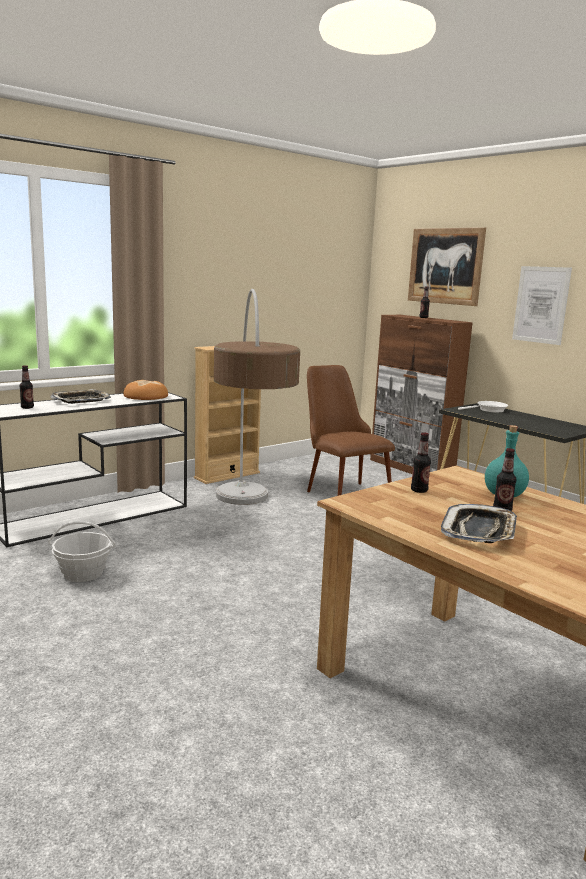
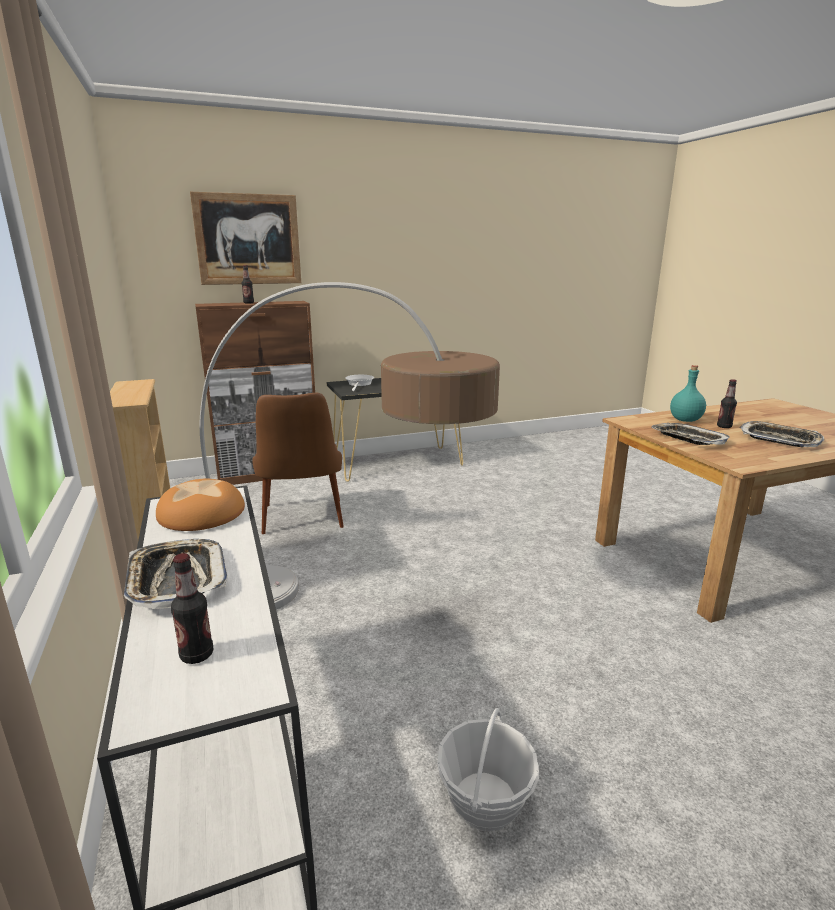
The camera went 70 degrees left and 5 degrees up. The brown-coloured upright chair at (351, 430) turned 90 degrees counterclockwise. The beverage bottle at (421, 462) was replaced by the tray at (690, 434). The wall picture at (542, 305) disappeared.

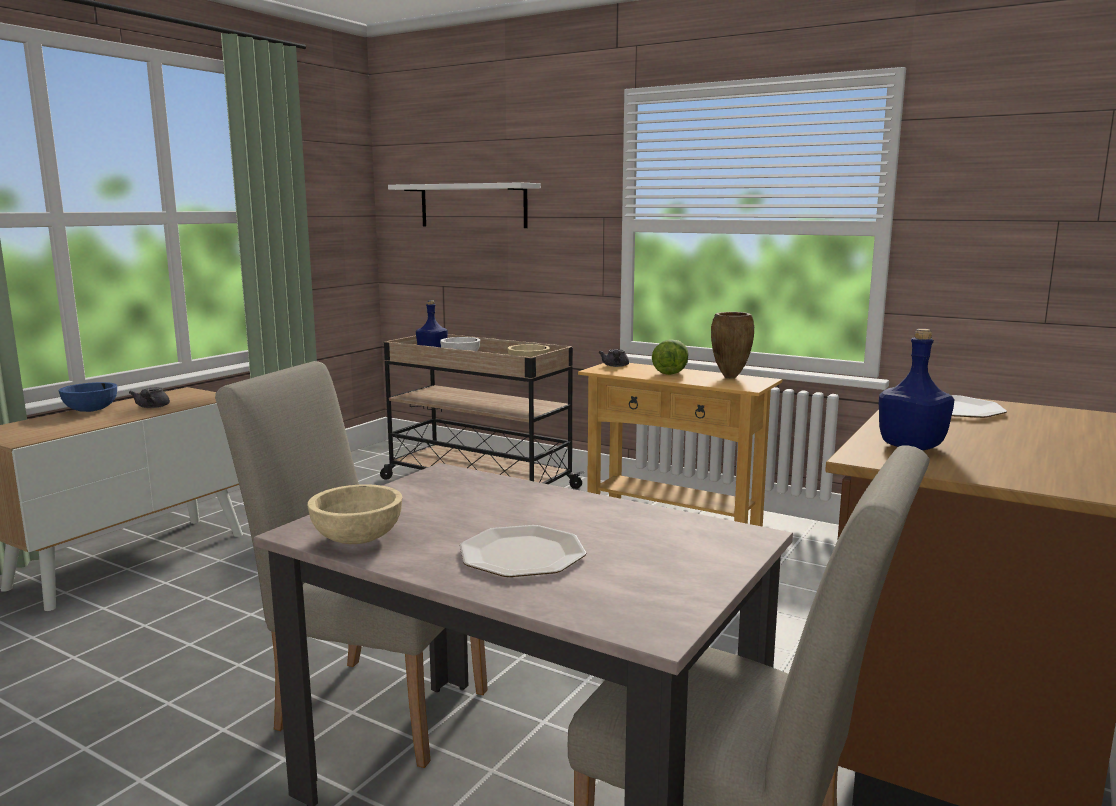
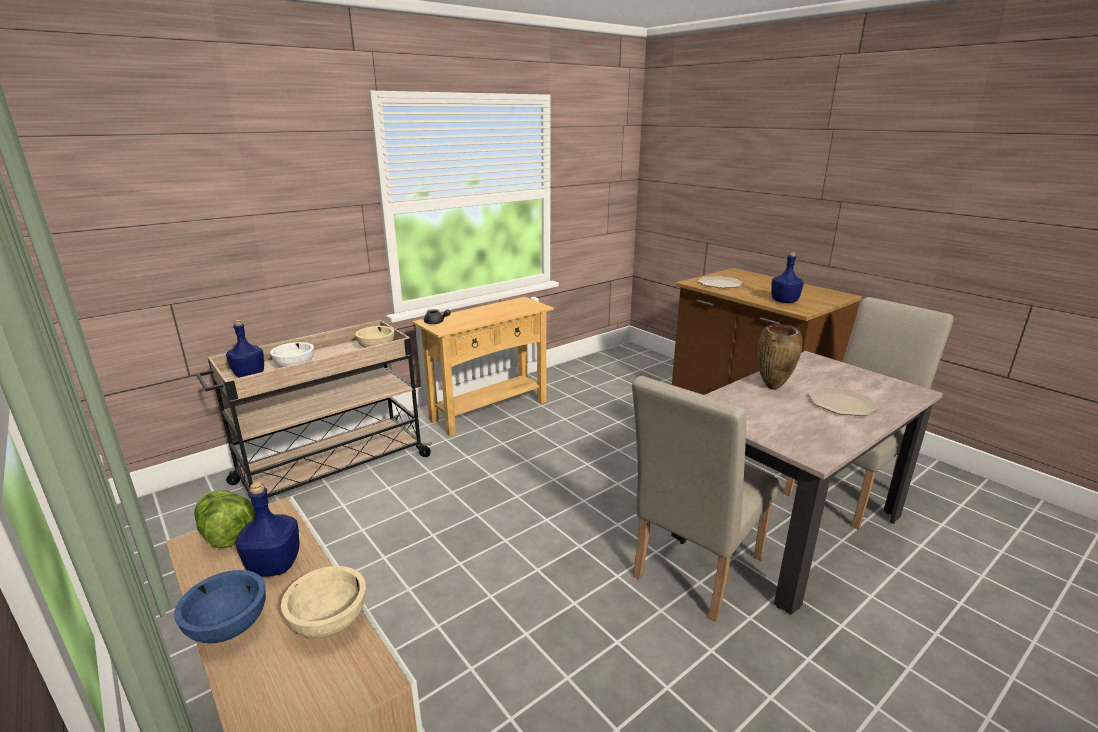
The camera went 70 degrees left and 10 degrees up. The head of lettuce moved from (670, 357) to (224, 519). The greyish teapot at (149, 397) was replaced by the bluish beverage bottle at (267, 529). The sand-coloured deep dish moved from (354, 514) to (323, 602). The brown-coloured flower vase moved from (732, 345) to (779, 357). The white wall shelf at (464, 205) disappeared.

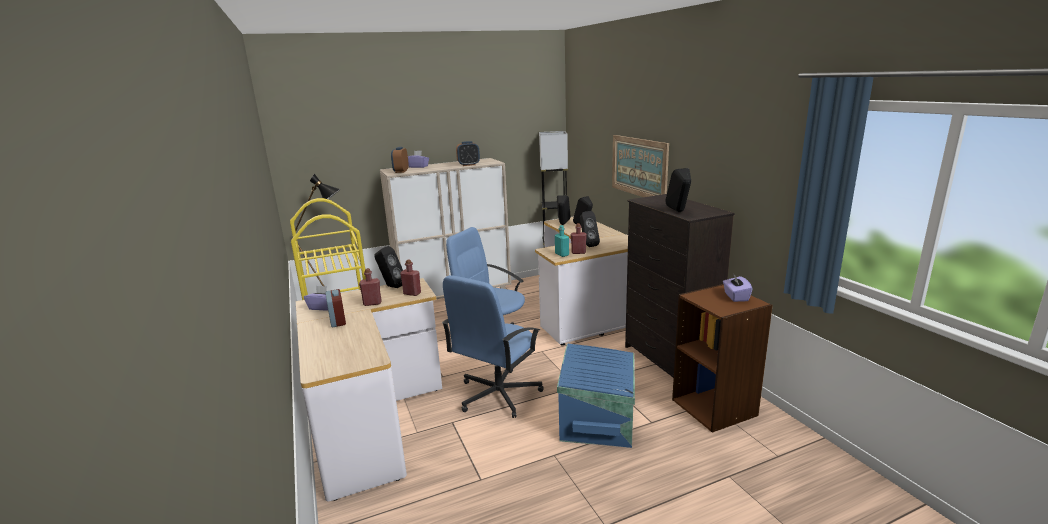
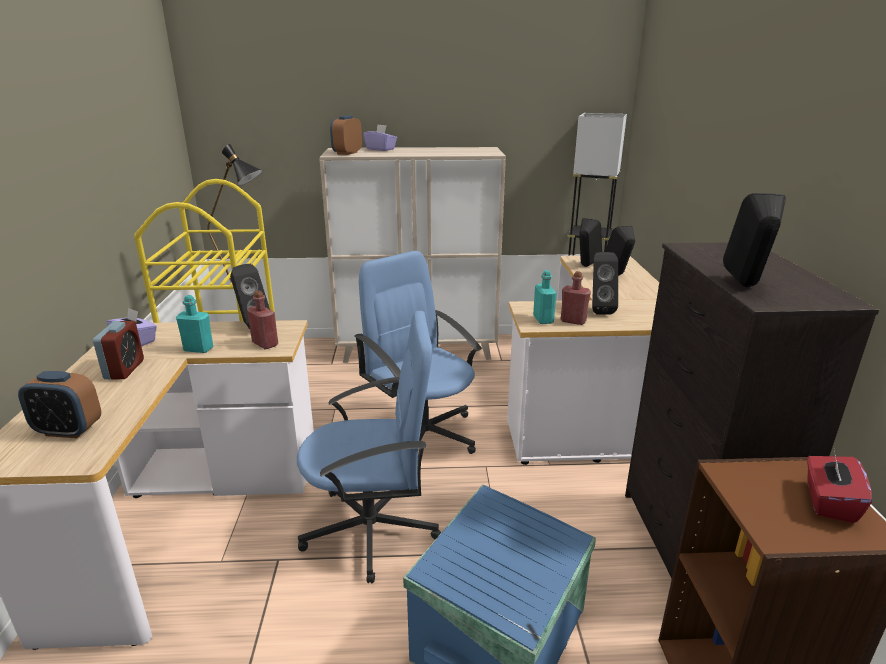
The camera went 20 degrees right and 5 degrees up. The alarm clock moved from (468, 153) to (59, 404). The red-coloured beverage bottle at (370, 287) became the turquoise-coloured beverage bottle at (194, 324). The bluish computer chair at (493, 346) turned 150 degrees counterclockwise. The purple-coloured tissue holder at (738, 287) became the red-coloured tissue holder at (839, 486). The wall picture at (640, 166) disappeared.

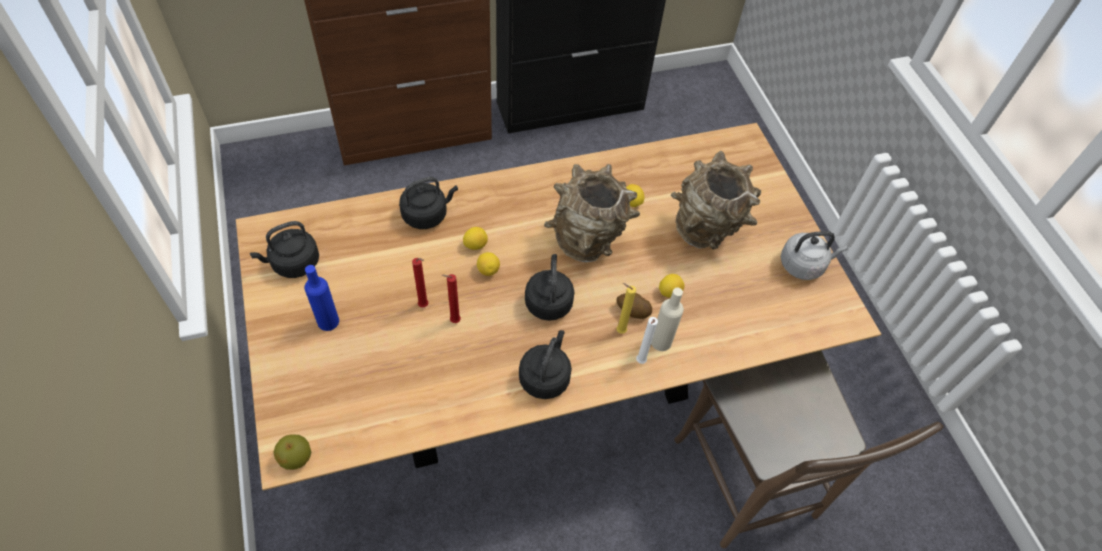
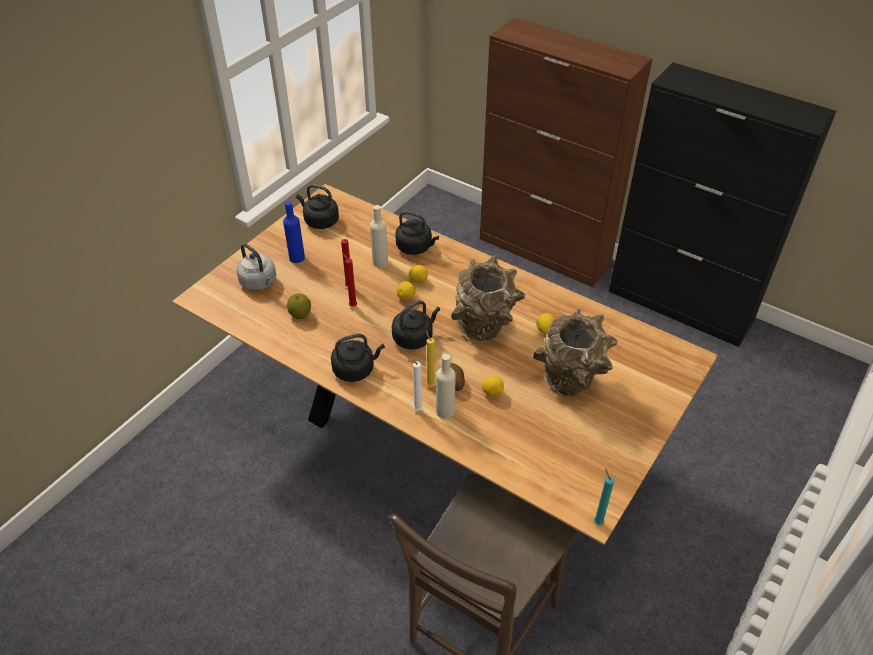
The camera went 55 degrees right and 10 degrees down. The greyish kettle moved from (814, 255) to (256, 267). The apple fruit moved from (292, 452) to (299, 306). The sand-coloured beverage bottle at (379, 236) appeared. The turquoise-coloured wax light at (604, 496) appeared.

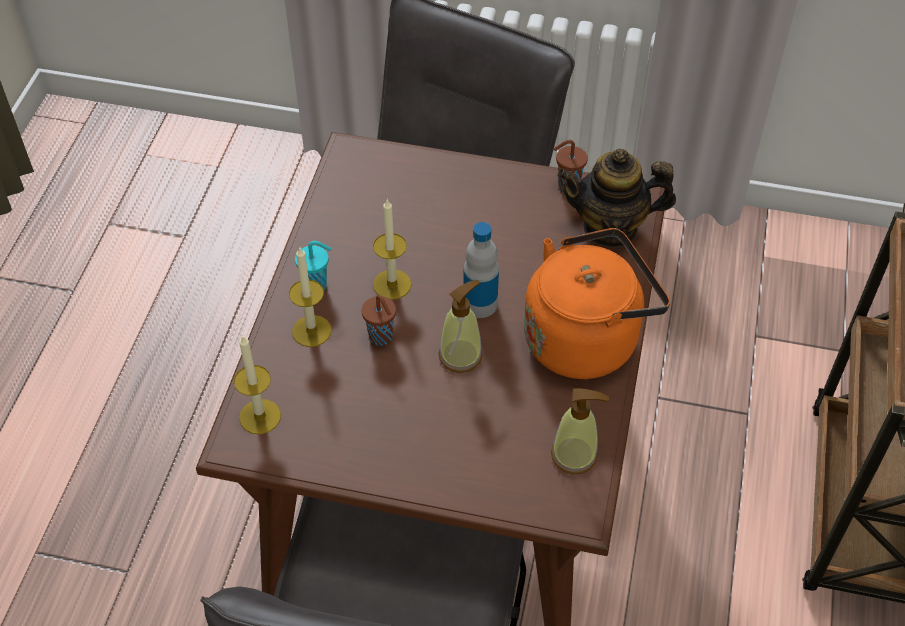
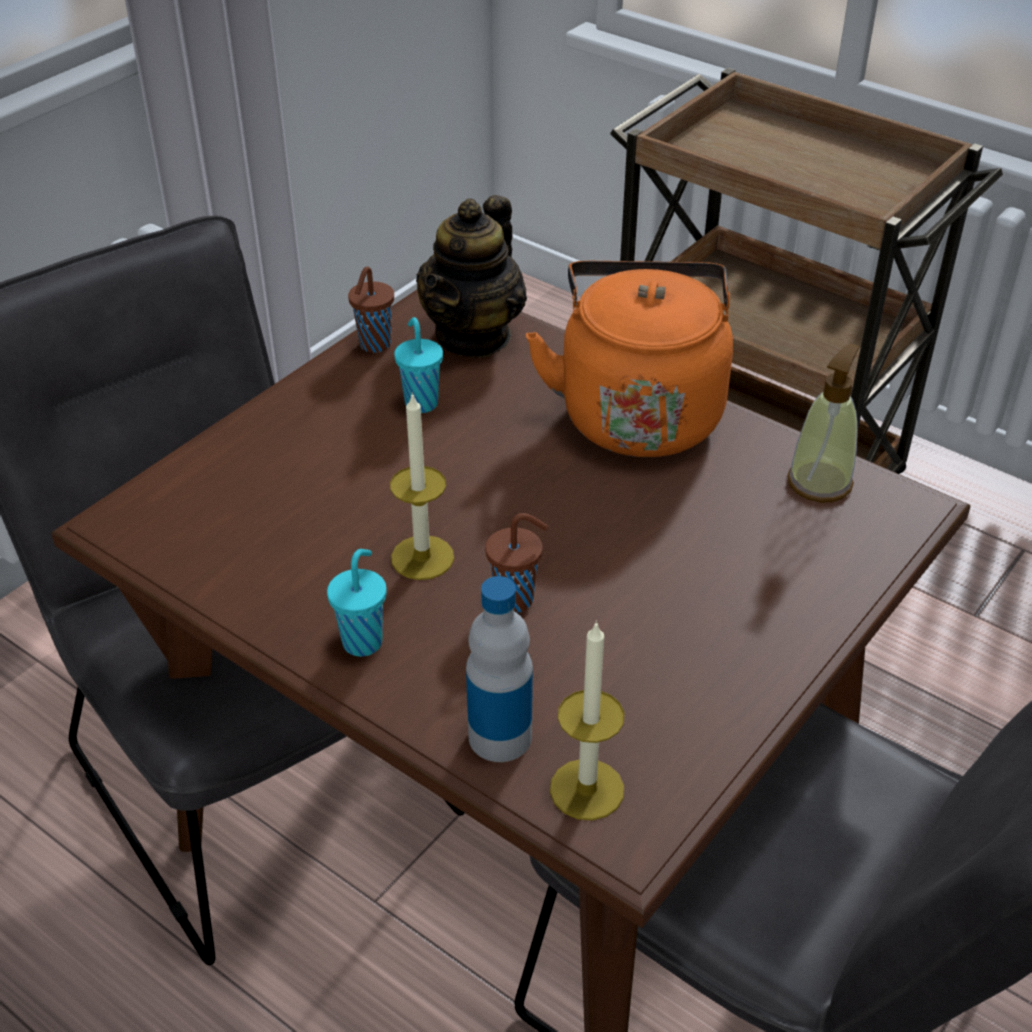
The camera went 65 degrees left and 10 degrees down. The turquoise-coloured cup at (418, 365) appeared. The beverage bottle moved from (481, 270) to (499, 669). The wax light at (310, 296) disappeared. The soap bottle at (460, 326) disappeared.

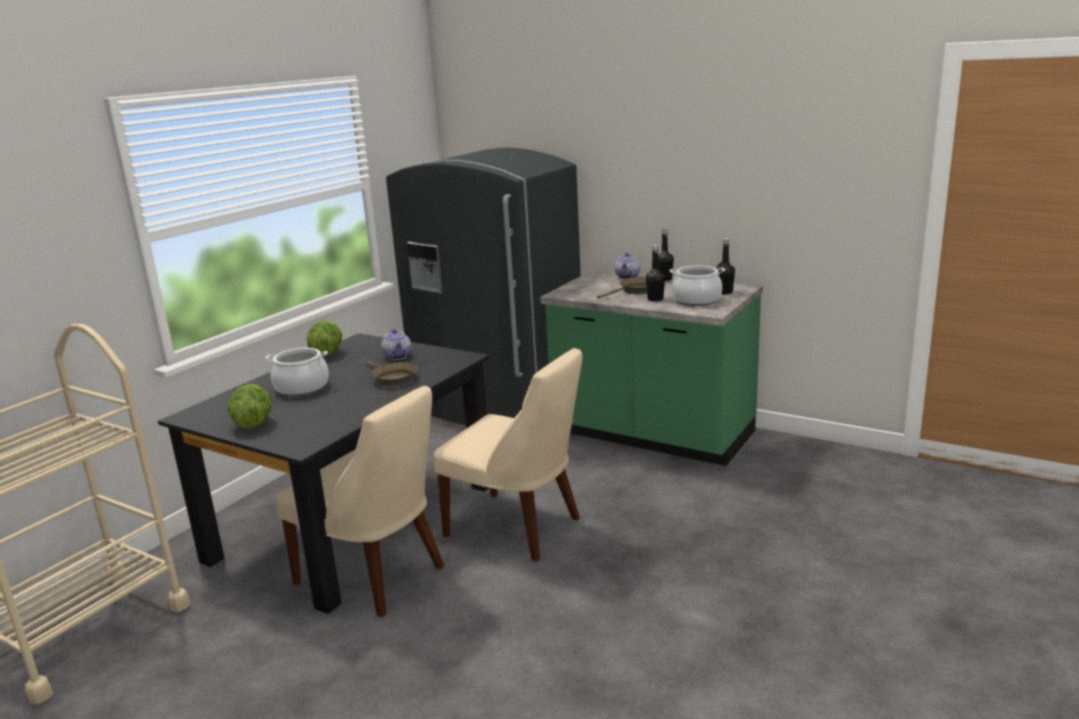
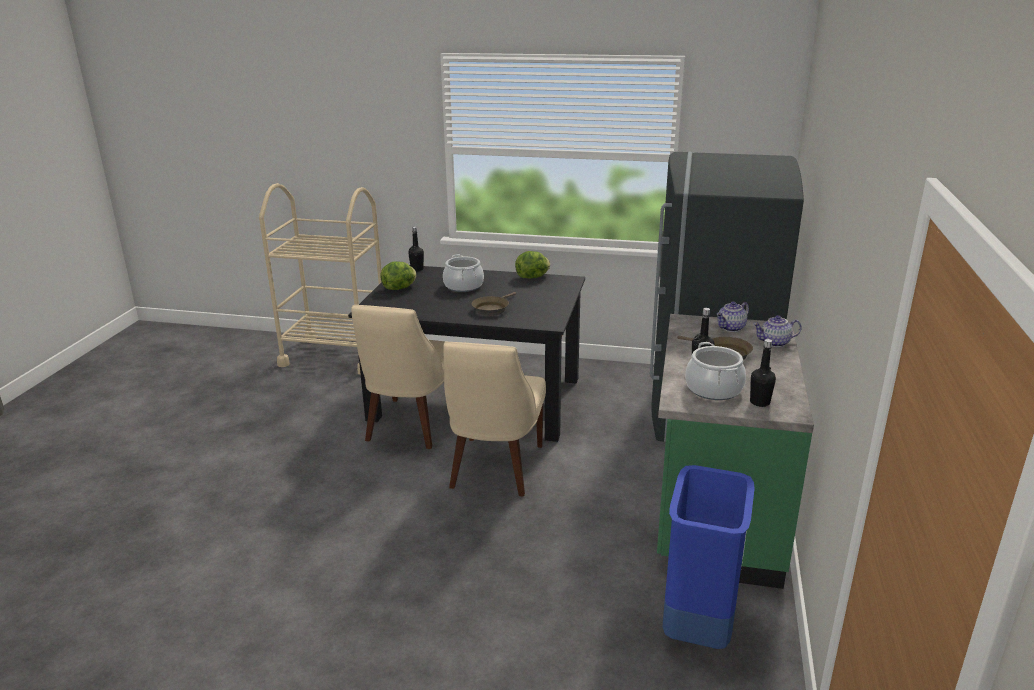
The camera went 70 degrees right and 5 degrees up. The blackish beverage bottle moved from (666, 254) to (416, 249). The bluish rubbish bin at (708, 557) appeared. The teapot moved from (396, 344) to (732, 316).

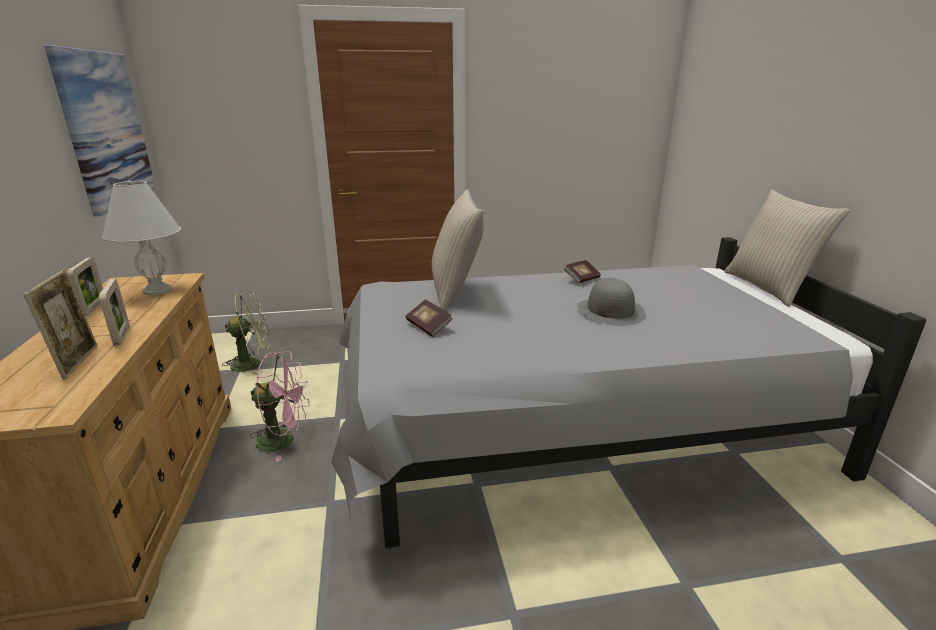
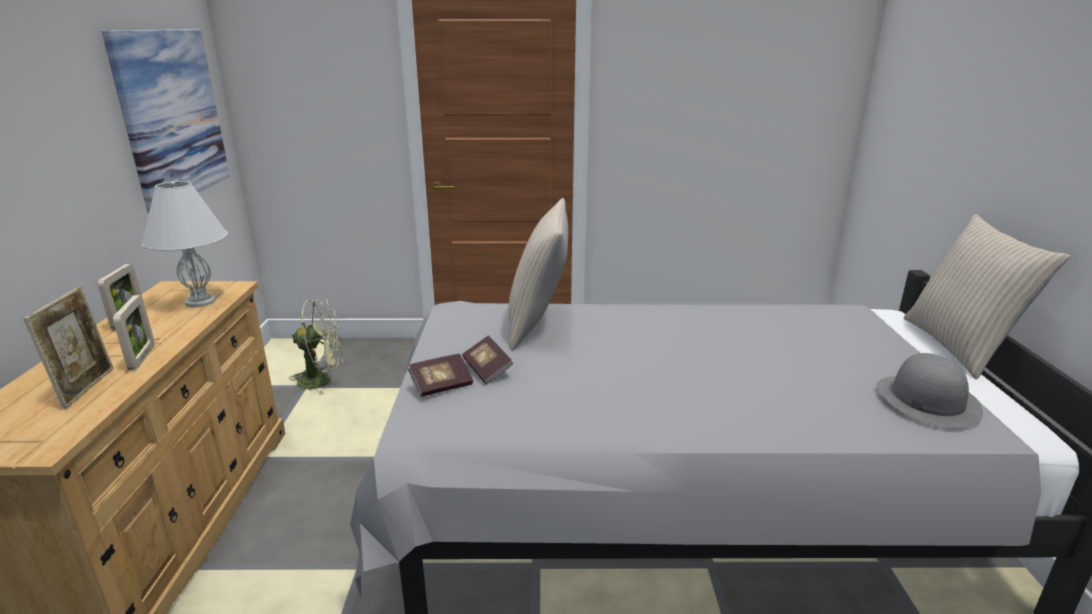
The camera went 10 degrees right and 0 degrees up. The volume moved from (582, 271) to (440, 375). The greyish hat moved from (611, 302) to (929, 391). The pink electric fan at (279, 406) disappeared.

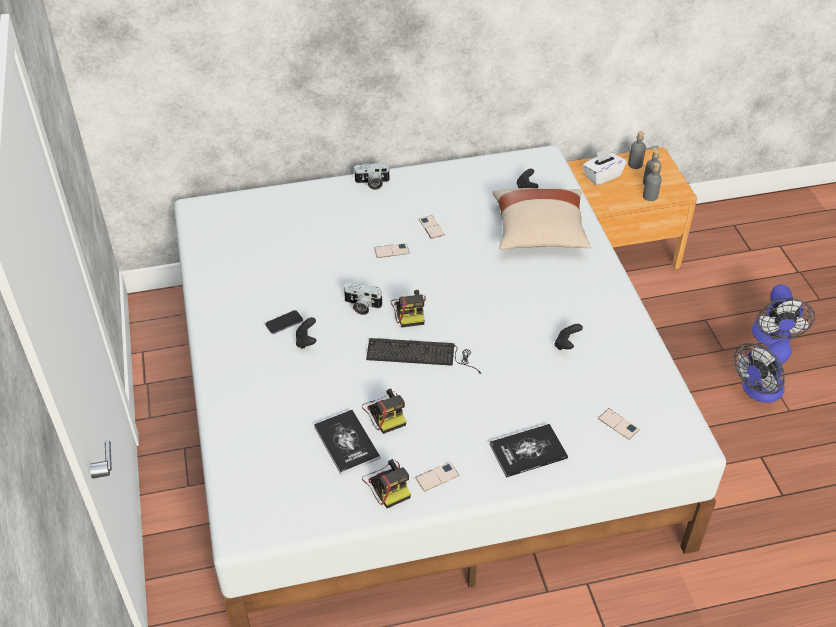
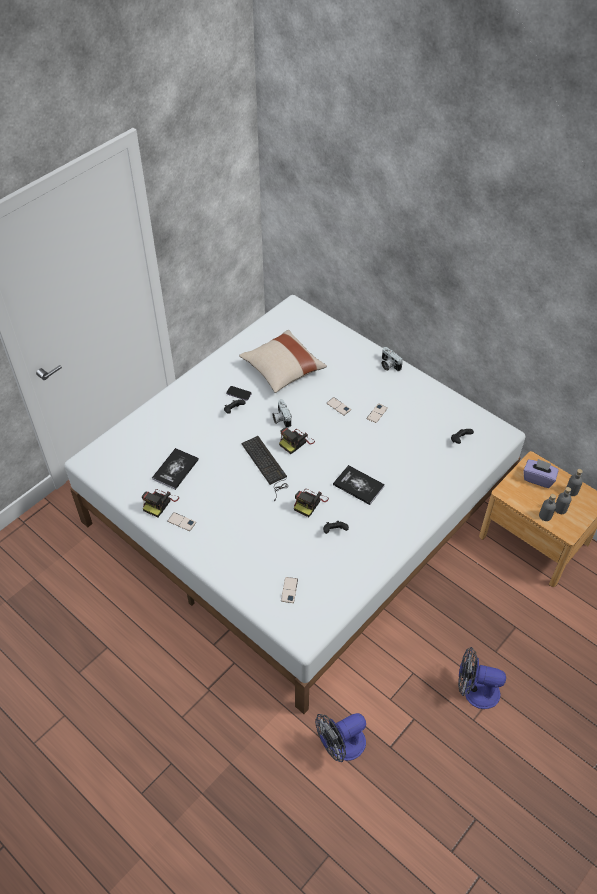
The camera went 55 degrees right and 5 degrees up. The sand-coloured cushion moved from (541, 219) to (283, 361). The photo camera moved from (384, 411) to (311, 503). The electric fan moved from (783, 315) to (340, 737). The volume moved from (528, 451) to (359, 485). The white tissue holder at (604, 167) became the purple-coloured tissue holder at (541, 473).

